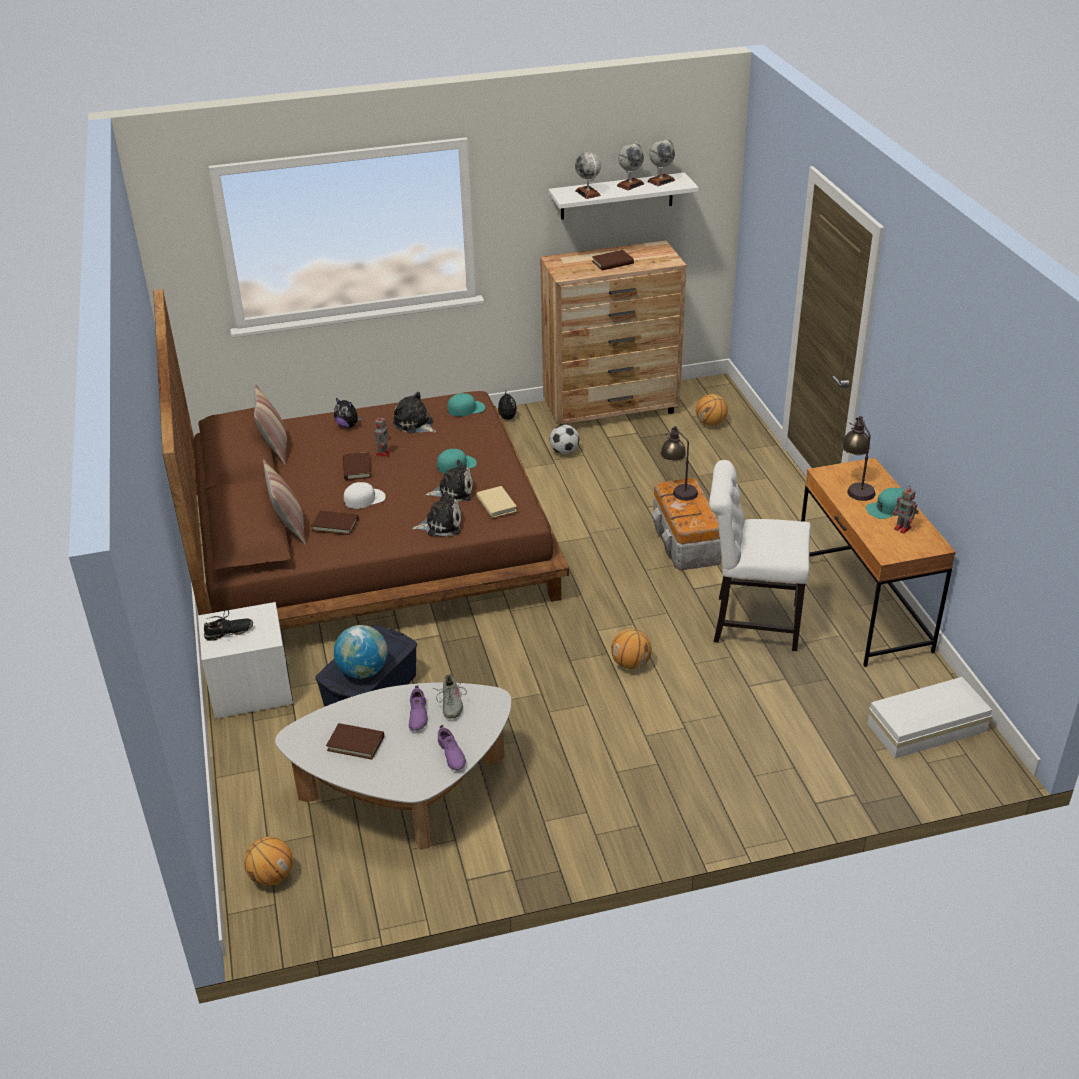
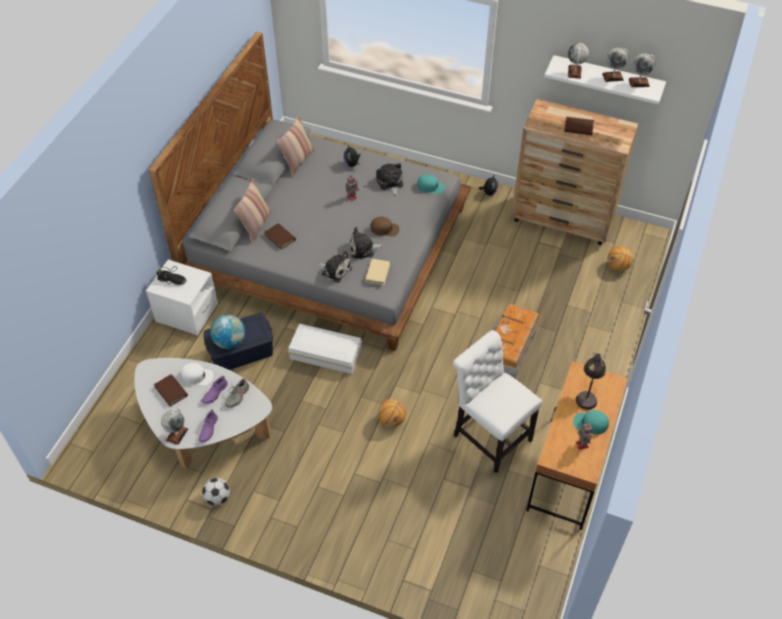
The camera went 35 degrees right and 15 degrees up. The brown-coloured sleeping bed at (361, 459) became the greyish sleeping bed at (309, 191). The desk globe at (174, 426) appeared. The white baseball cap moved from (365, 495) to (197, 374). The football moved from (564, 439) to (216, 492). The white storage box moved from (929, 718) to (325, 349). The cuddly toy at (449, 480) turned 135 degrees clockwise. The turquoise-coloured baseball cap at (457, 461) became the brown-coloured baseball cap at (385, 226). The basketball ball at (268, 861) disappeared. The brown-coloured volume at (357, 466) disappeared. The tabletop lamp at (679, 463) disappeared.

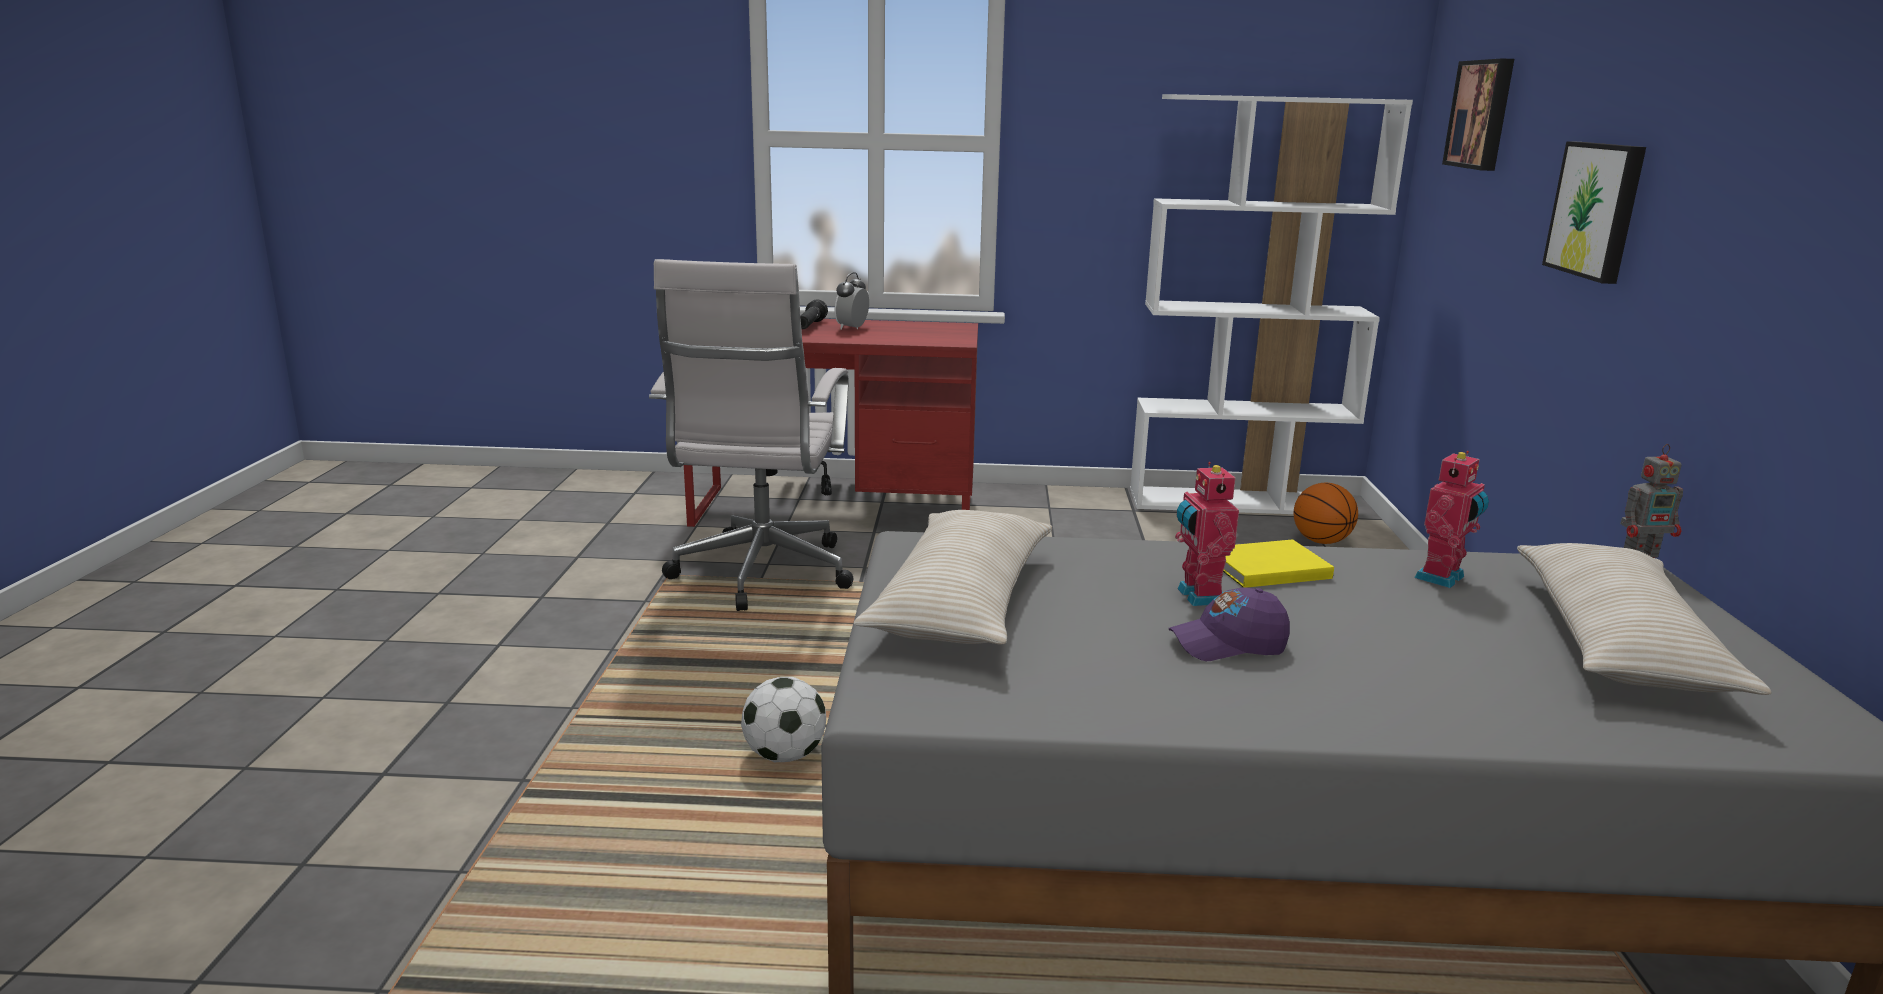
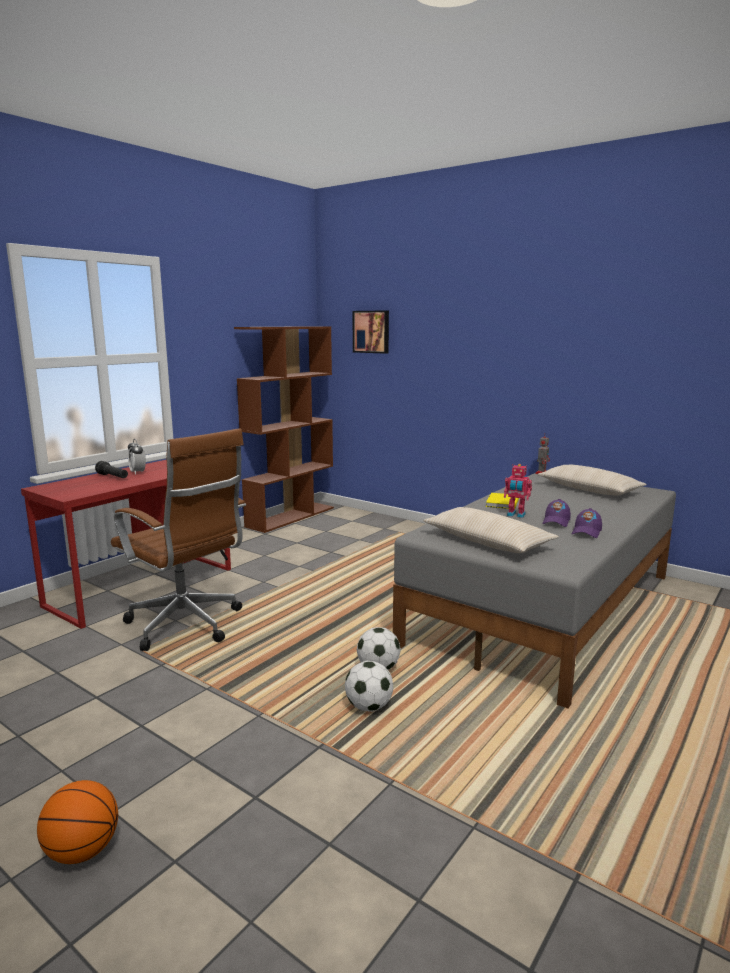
The camera went 55 degrees left and 5 degrees down. The basketball ball moved from (1326, 513) to (77, 822). The white computer chair at (751, 435) became the brown-coloured computer chair at (178, 539). The white bookcase at (1271, 304) became the brown-coloured bookcase at (284, 429). The football at (369, 686) appeared. The purple-coloured baseball cap at (587, 523) appeared. The toy robot at (1451, 519) disappeared. The wall picture at (1594, 212) disappeared.

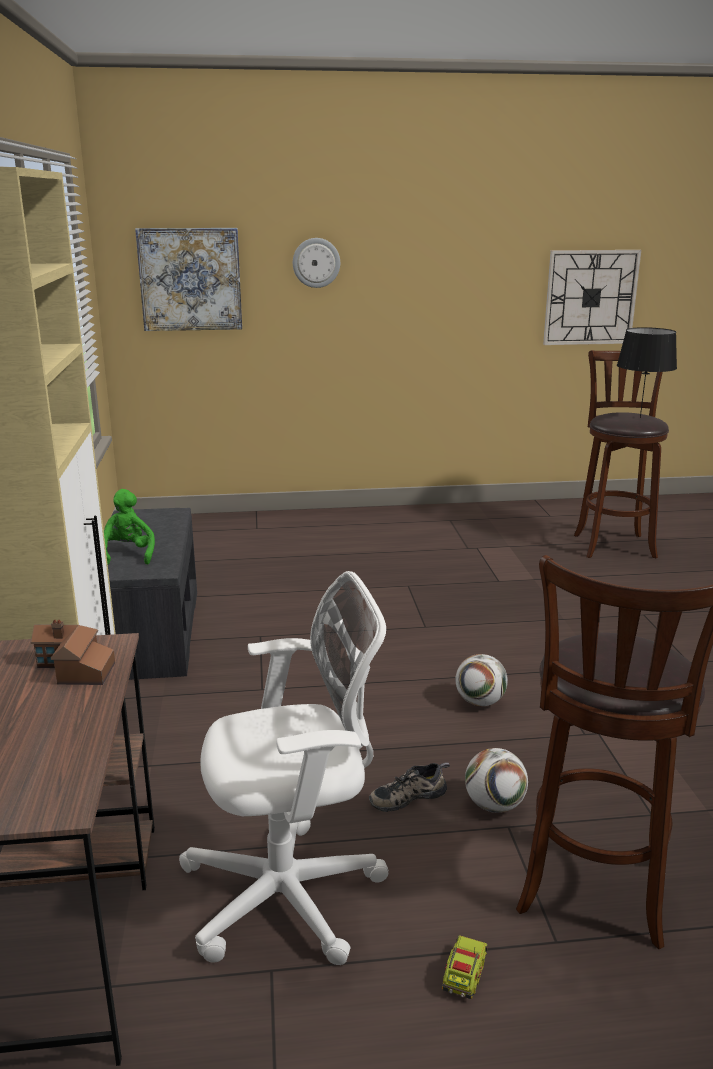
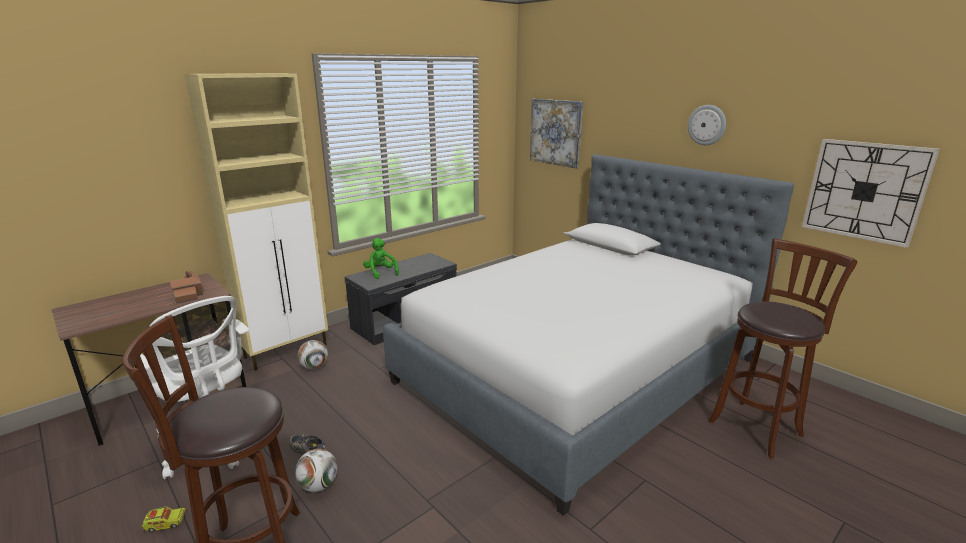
The camera went 55 degrees right and 0 degrees up. The football moved from (481, 680) to (313, 354). The greenish cuddly toy at (129, 527) turned 75 degrees counterclockwise. The sleeping bed at (588, 335) appeared. The hanging clock moved from (316, 263) to (707, 125). The blackish tabletop lamp at (647, 372) disappeared.

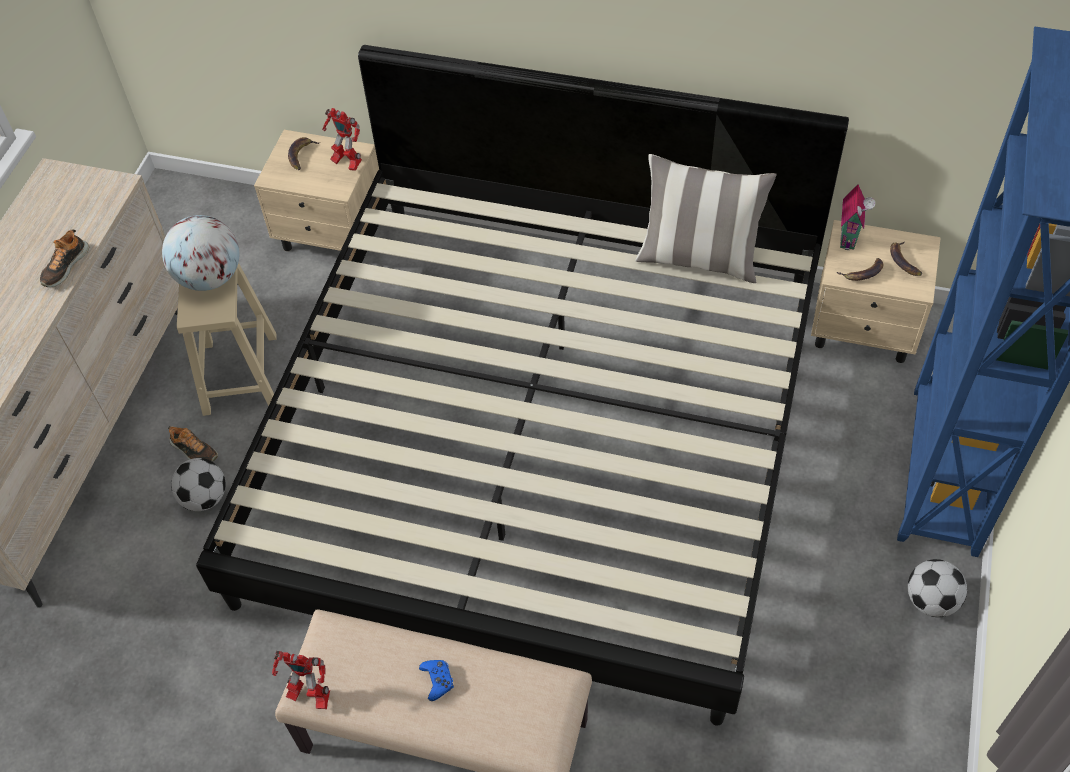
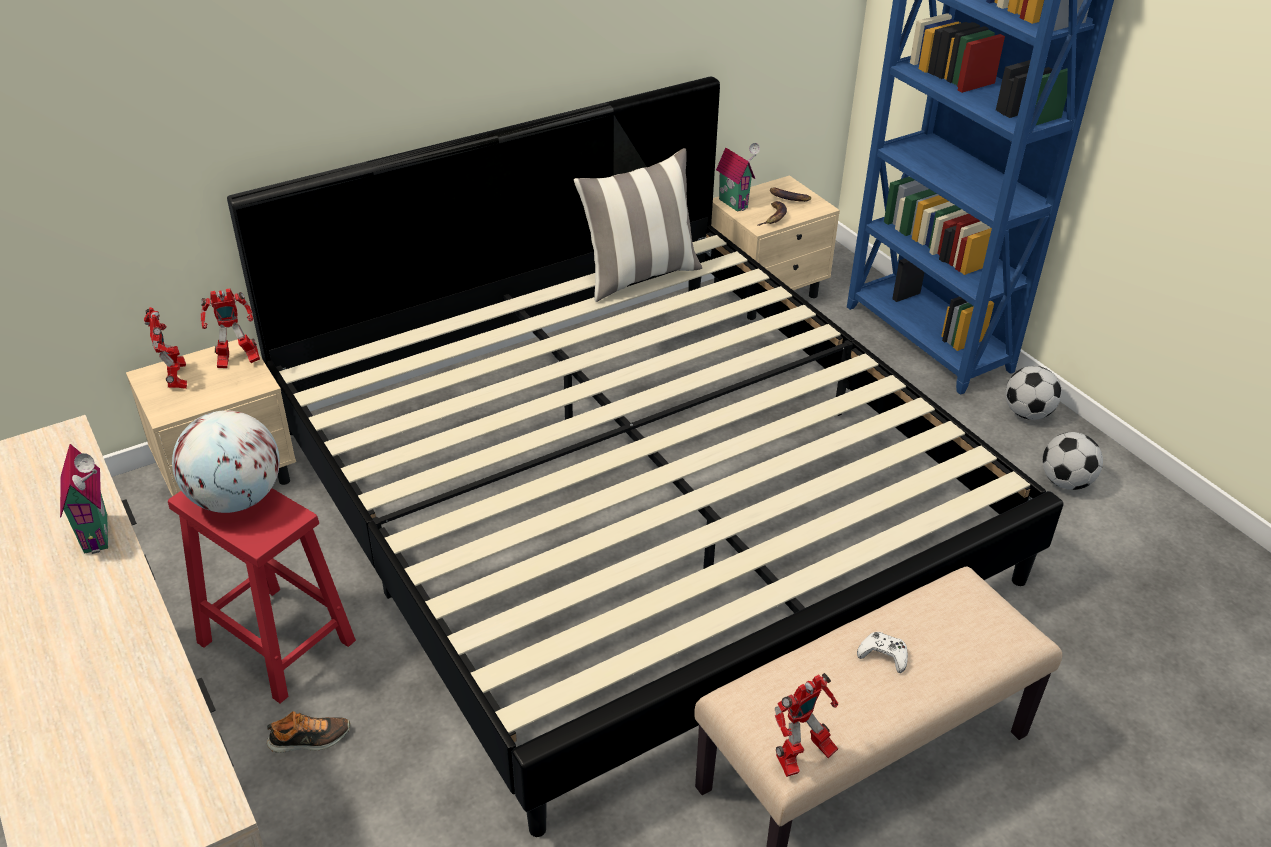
The camera went 50 degrees left and 15 degrees down. The low shoe at (64, 258) was replaced by the model house at (84, 499). The whole banana at (303, 153) was replaced by the toy robot at (165, 348). The sand-coloured sitting stool at (227, 339) became the red-coloured sitting stool at (262, 595). The bluish joypad at (436, 680) became the white joypad at (882, 652). The football moved from (198, 484) to (1072, 461).

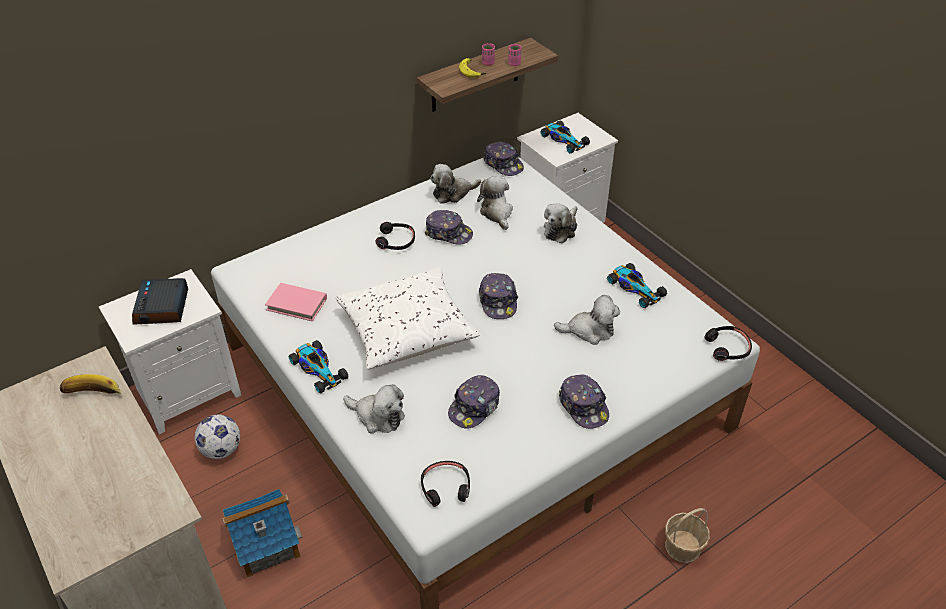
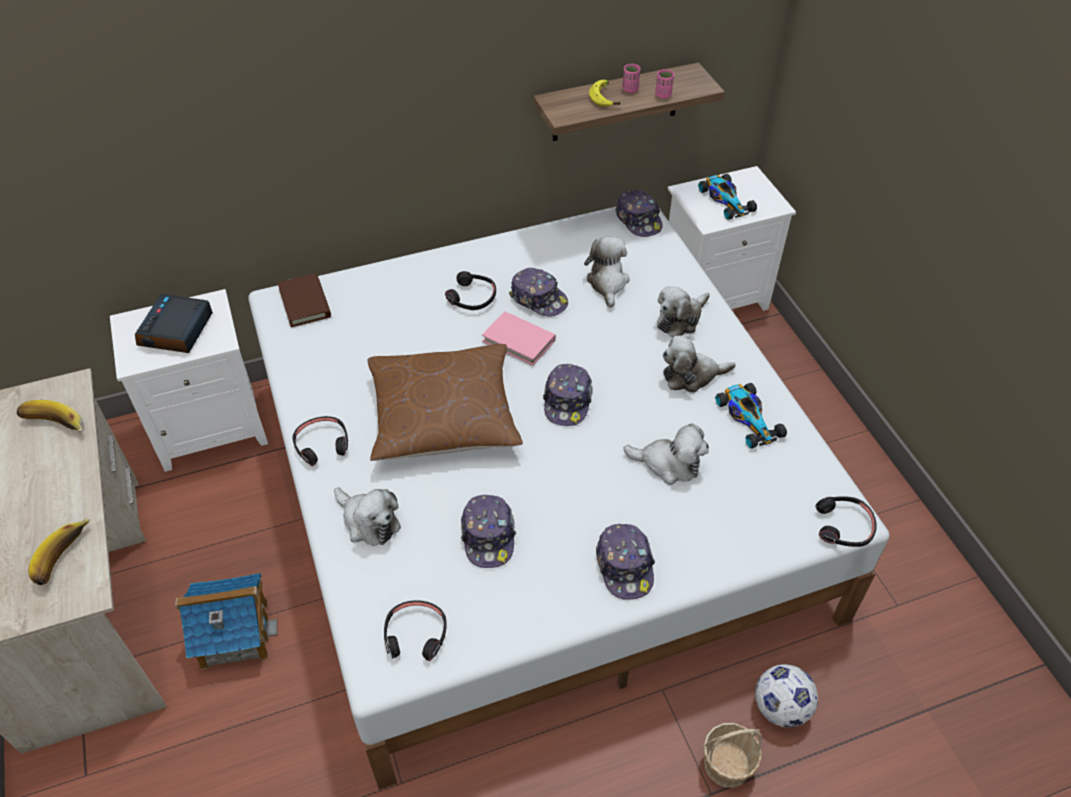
The camera went 15 degrees right and 5 degrees up. The whole banana at (59, 552) appeared. The brown-coloured volume at (304, 300) appeared. The toy car at (318, 366) was replaced by the blackish headset at (320, 441). The white cushion at (408, 318) became the brown-coloured cushion at (445, 402). The baseball cap at (474, 402) turned 60 degrees counterclockwise. The pink volume moved from (296, 302) to (519, 338). The cuddly toy moved from (455, 184) to (699, 364). The football moved from (217, 437) to (786, 695).

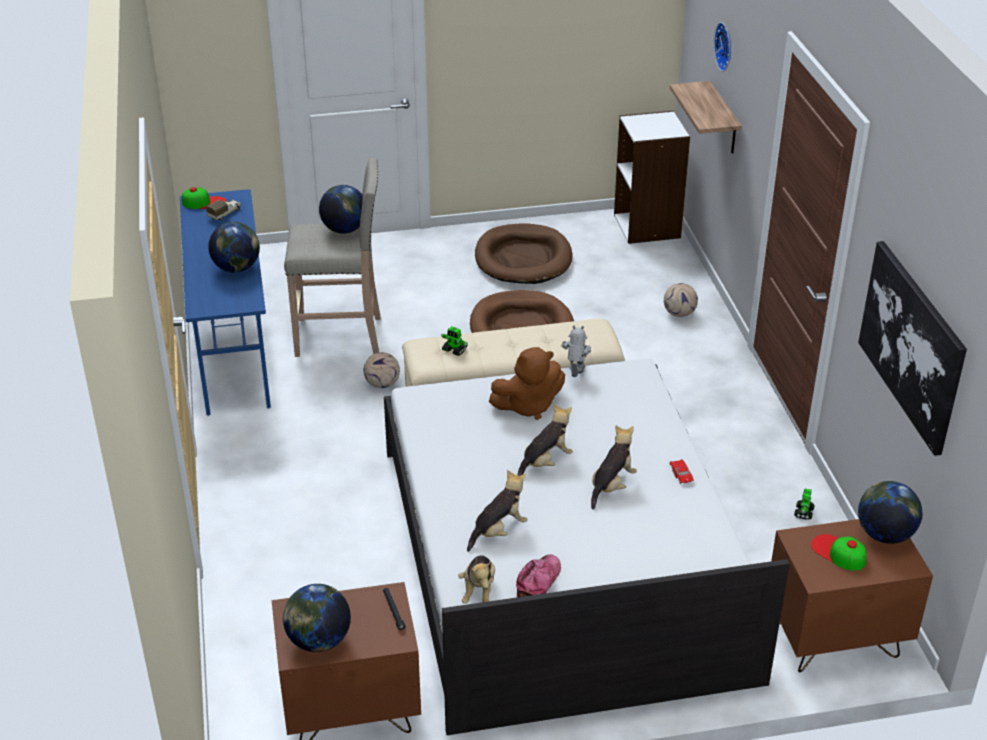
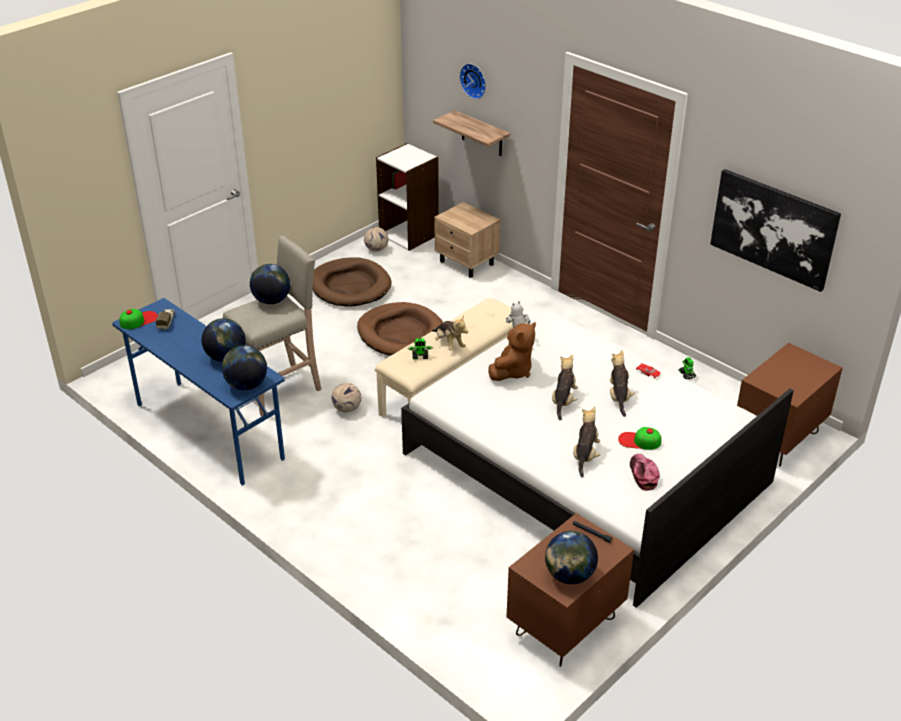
The camera went 35 degrees left and 0 degrees up. The desk globe moved from (890, 512) to (244, 367). The football moved from (681, 300) to (376, 239). The cuddly toy moved from (476, 579) to (450, 333). The sand-coloured nightstand at (467, 240) appeared. The baseball cap moved from (839, 552) to (639, 438).

